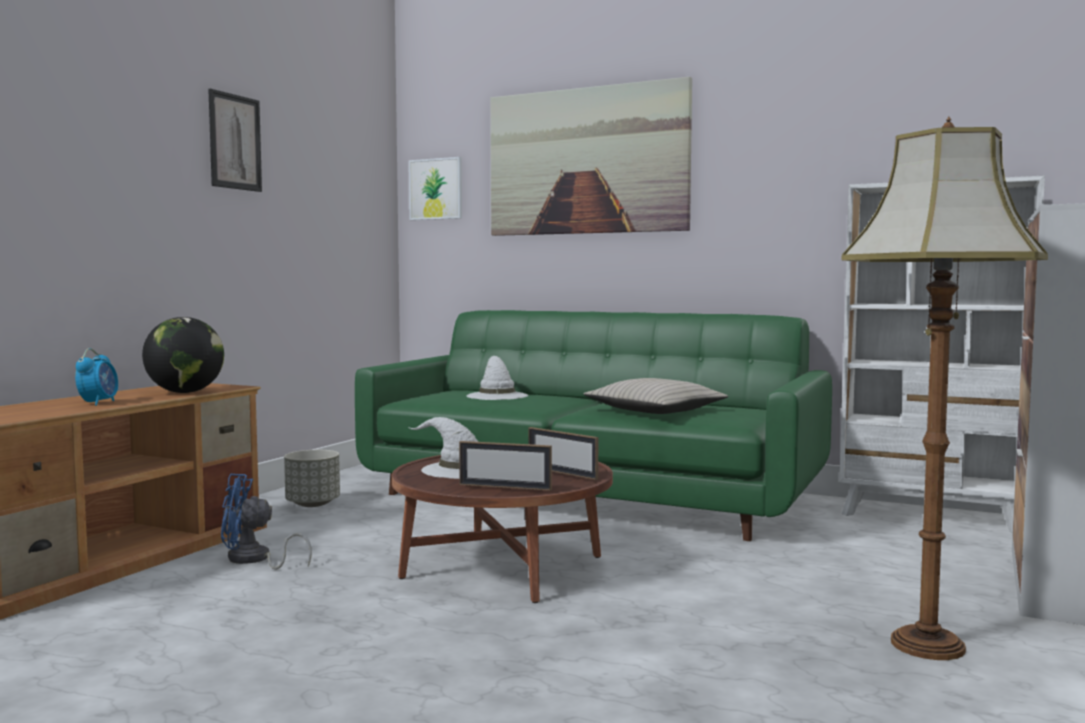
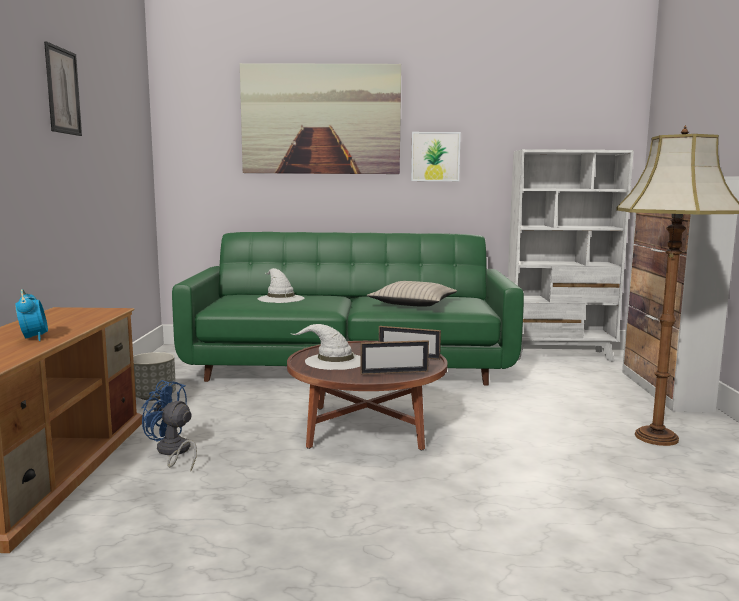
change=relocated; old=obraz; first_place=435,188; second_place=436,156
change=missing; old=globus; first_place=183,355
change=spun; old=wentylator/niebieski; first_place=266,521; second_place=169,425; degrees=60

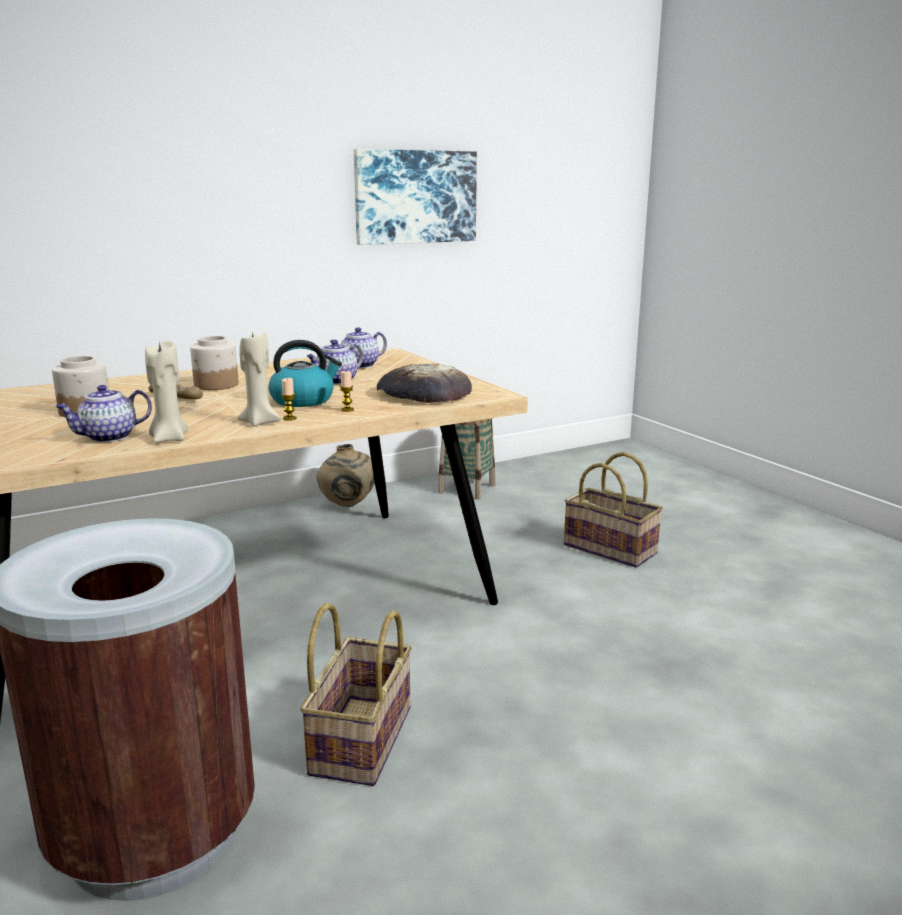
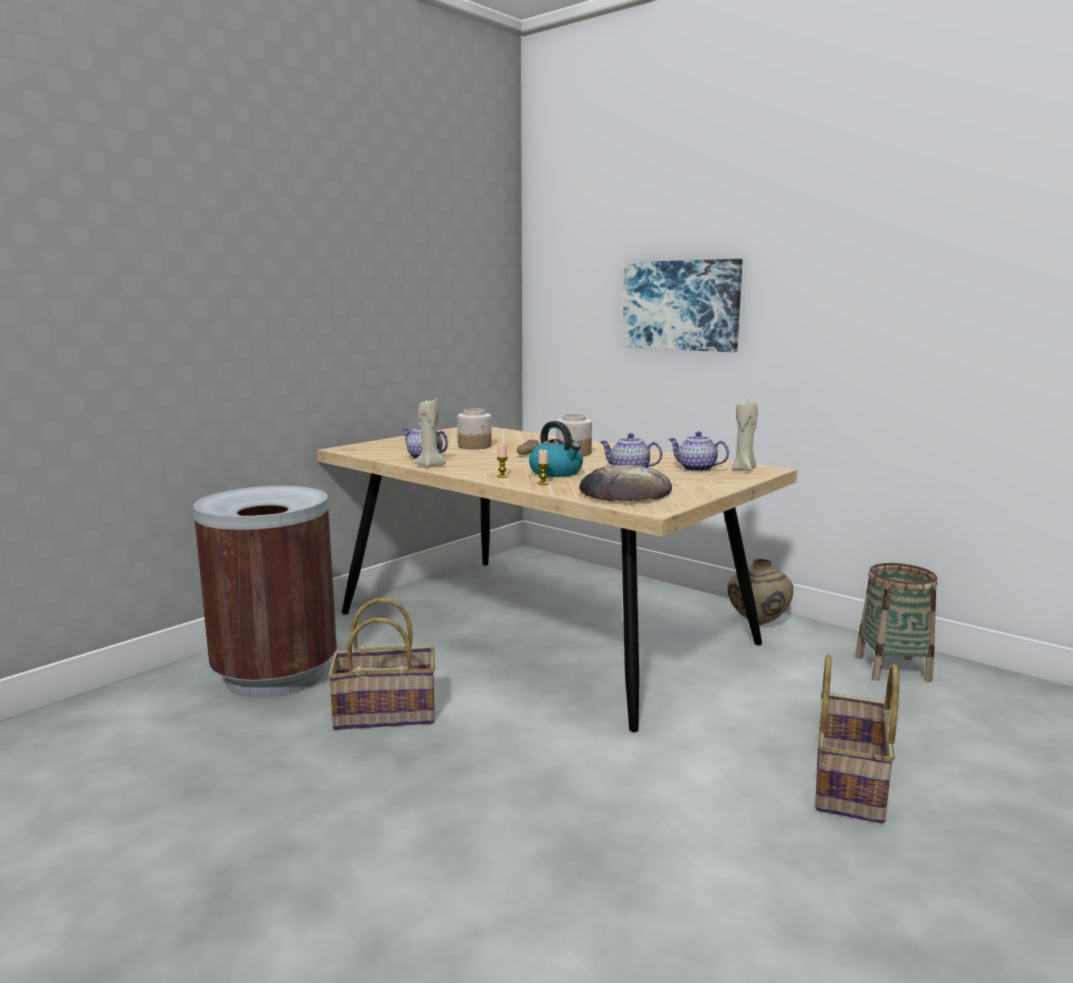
change=relocated; old=obraz; first_place=415,197; second_place=682,305
change=relocated; old=świeca/beżowy; first_place=259,379; second_place=745,435

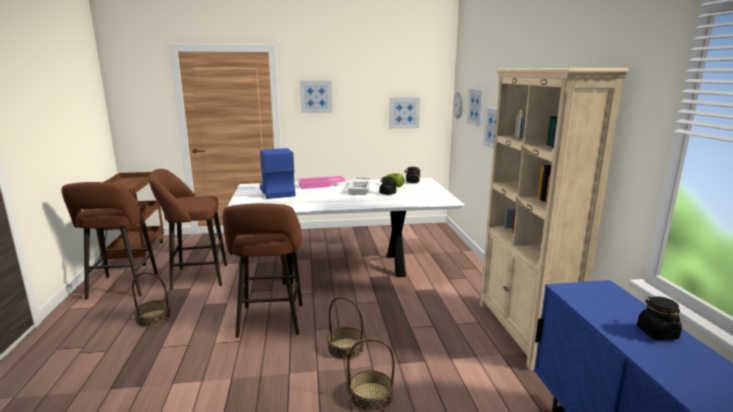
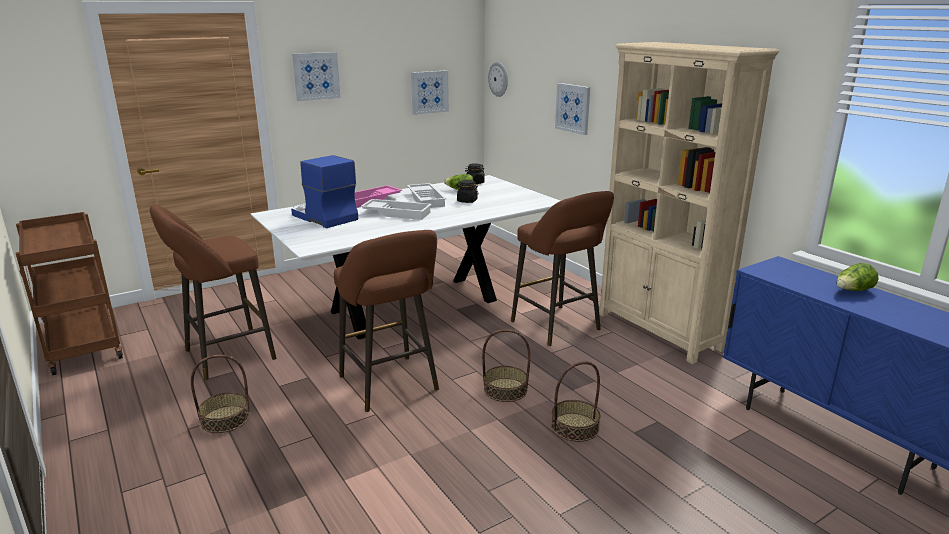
change=missing; old=obraz; first_place=476,108
change=relocated; old=stołek/brązowy; first_place=109,240; second_place=562,268
change=exchanged; old=słoik/czarny; new=sałata; first_place=659,318; second_place=858,277
change=appeared; new=taca/biały; second_place=396,209

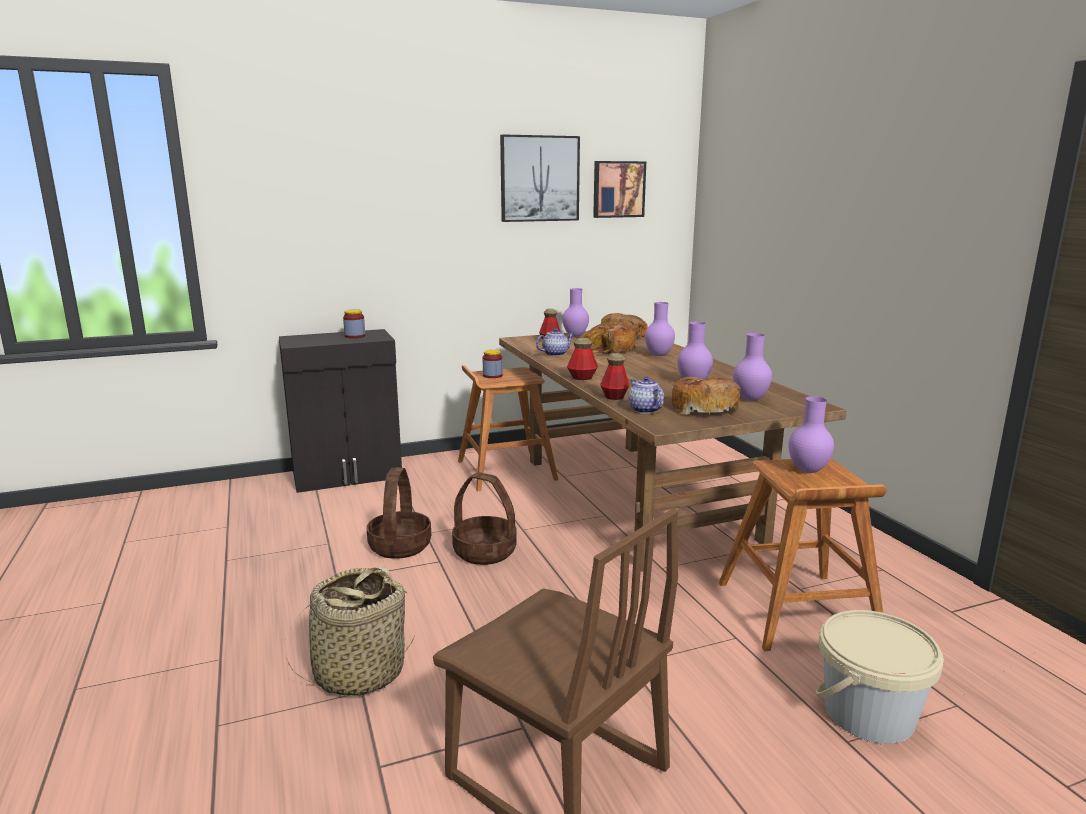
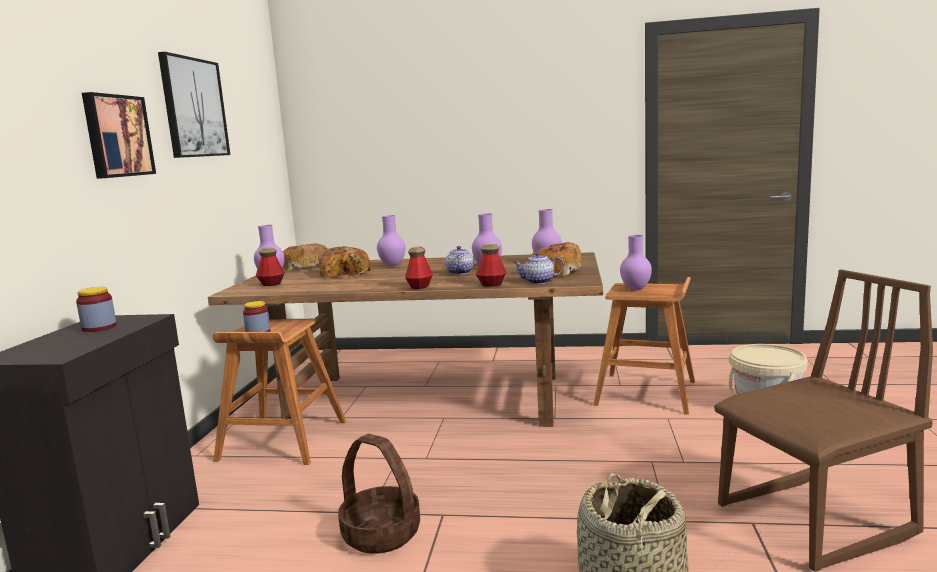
change=relocated; old=obraz; first_place=619,189; second_place=119,135
change=relocated; old=imbryk; first_place=555,342; second_place=459,260
change=missing; old=koszyk; first_place=484,518

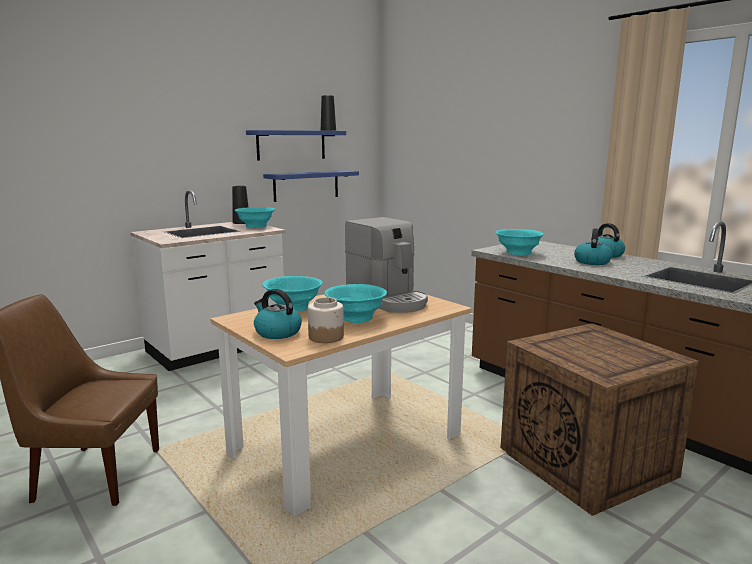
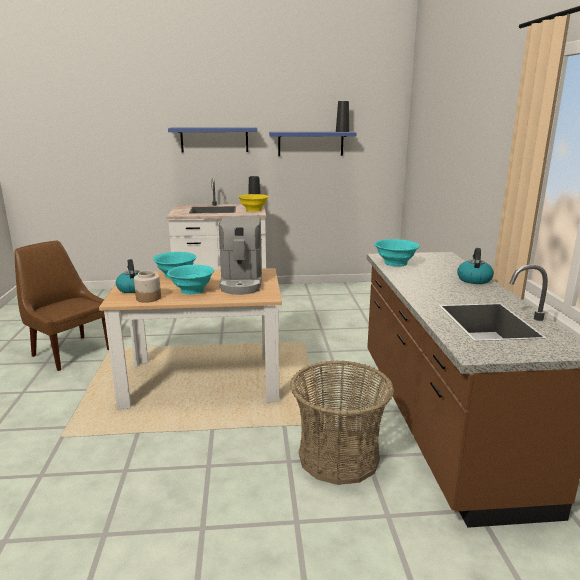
change=relocated; old=półka/niebieski; first_place=311,186; second_place=212,140
change=colour; old=miska/turkusowy; new=miska/żółty; first_place=255,217; second_place=253,202
change=missing; old=czajnik; first_place=593,246
change=exchanged; old=skrzynka; new=koszyk; first_place=600,419; second_place=342,422

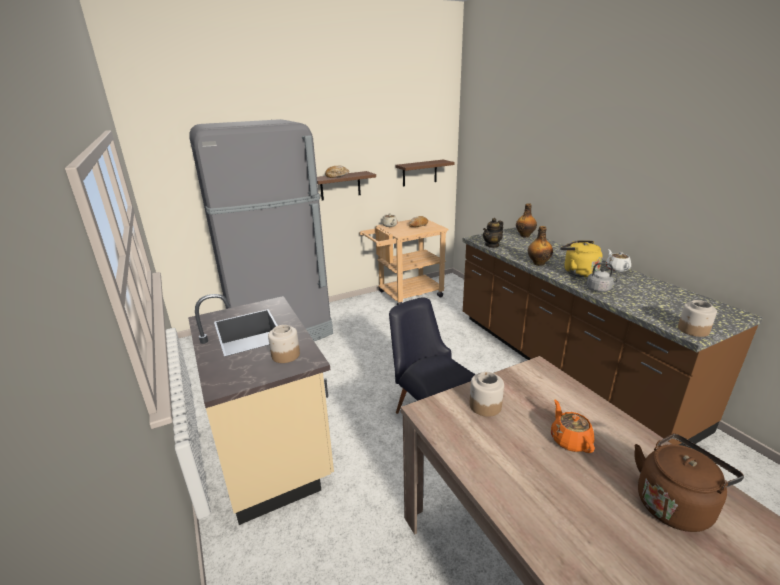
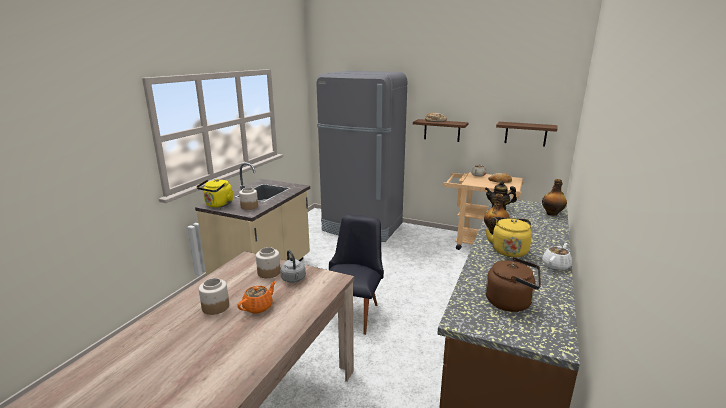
change=relocated; old=czajnik/szary; first_place=604,277; second_place=293,266
change=relocated; old=słoik; first_place=697,318; second_place=214,296
change=relocated; old=czajnik/brązowy; first_place=689,482; second_place=513,284
change=appeared; new=czajnik/żółty; second_place=214,193

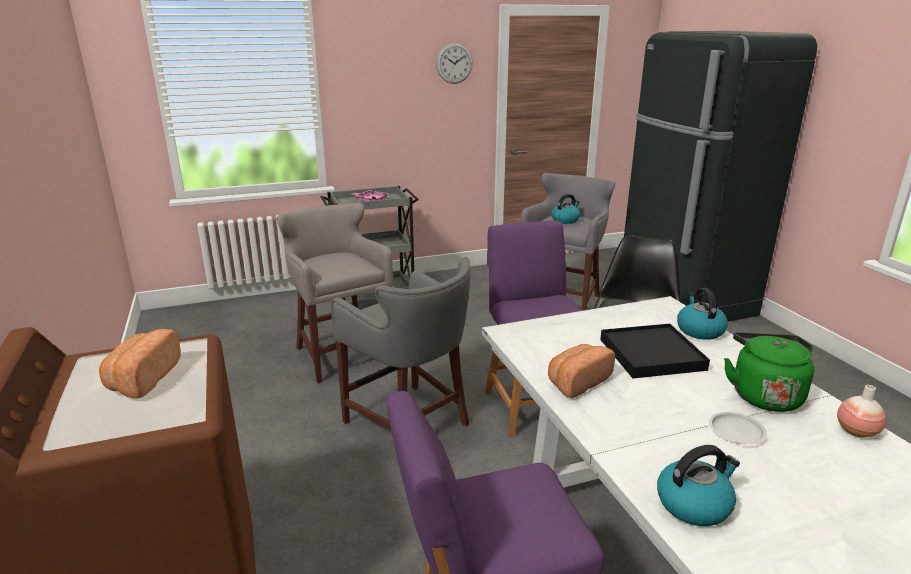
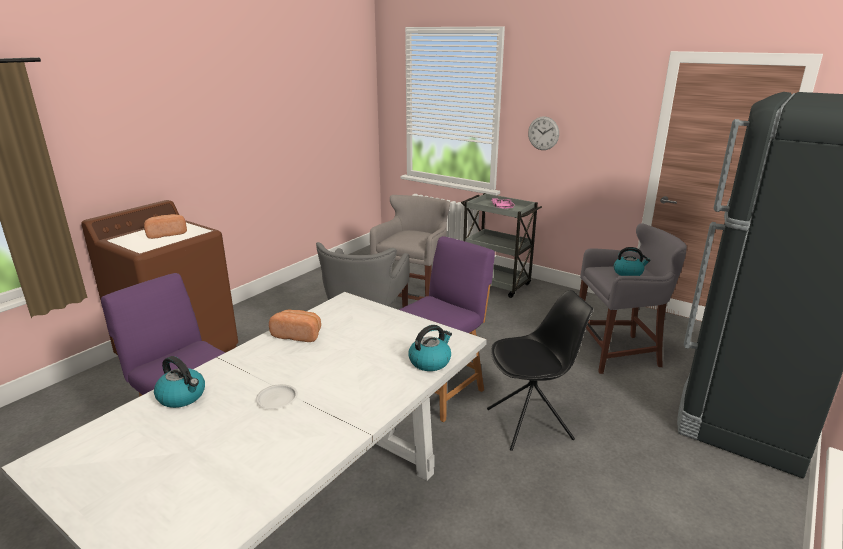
change=relocated; old=zegar ścienny; first_place=454,63; second_place=543,133
change=missing; old=taca/czarny; first_place=655,351
change=missing; old=czajnik/zielony; first_place=769,372
change=missing; old=wazon; first_place=861,411

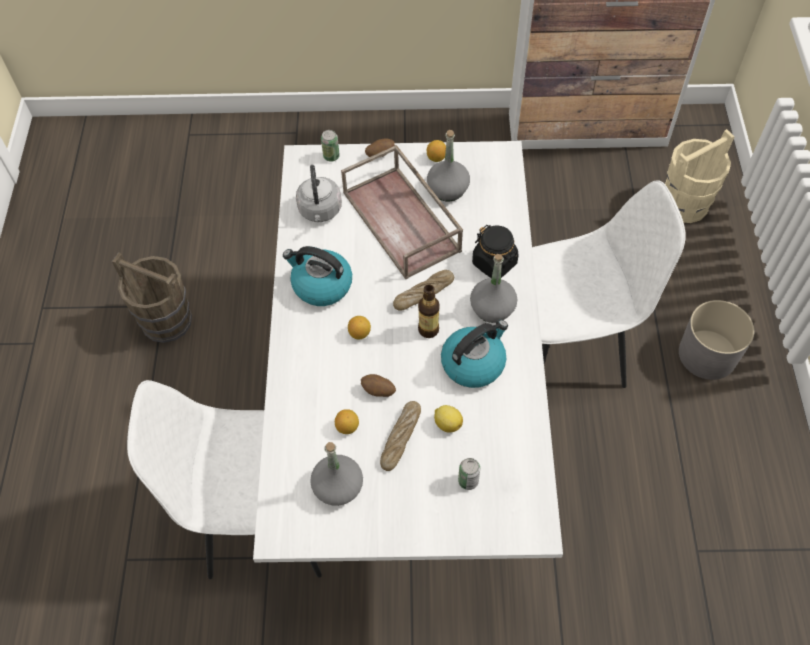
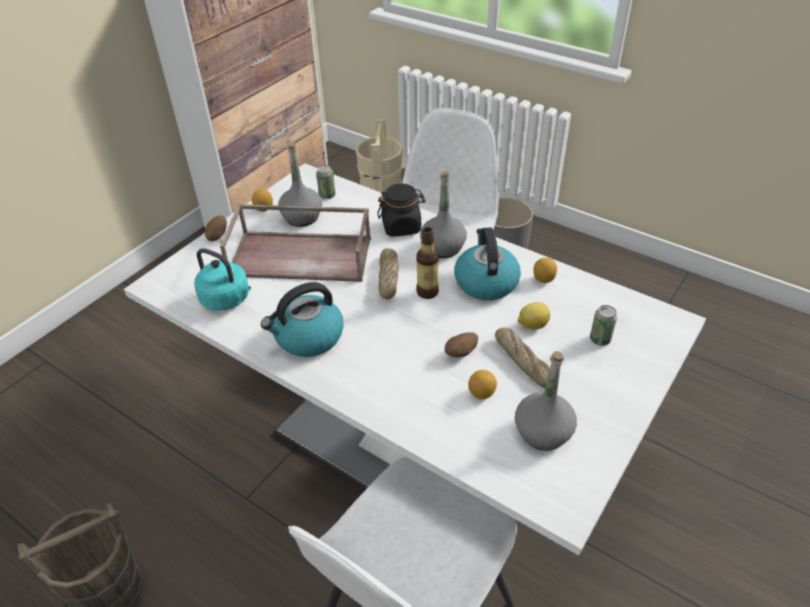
change=relocated; old=puszka; first_place=330,146; second_place=326,182
change=colour; old=czajnik/szary; new=czajnik/turkusowy; first_place=319,193; second_place=222,279
change=relocated; old=cytryna; first_place=359,327; second_place=545,270

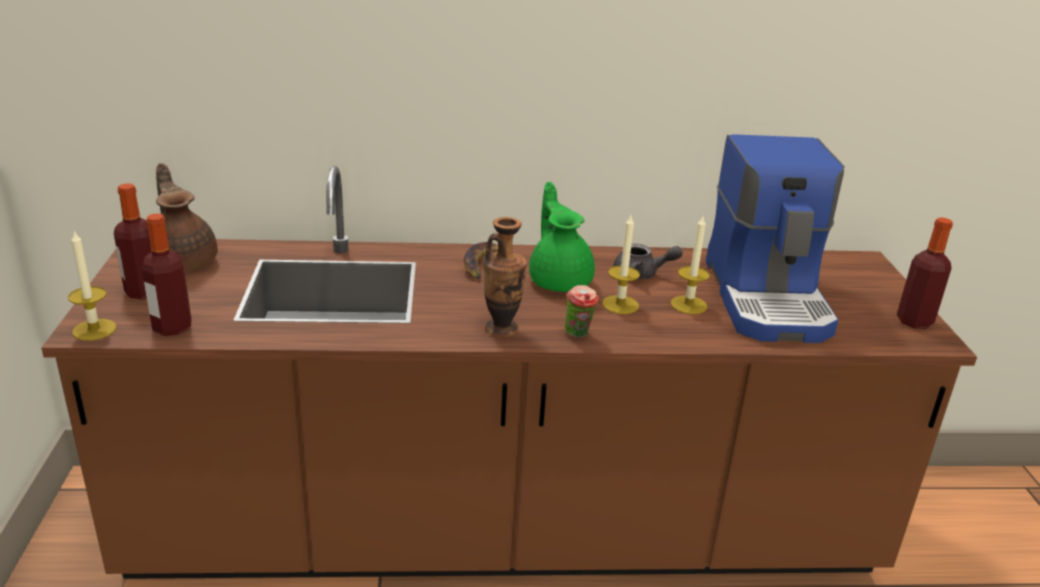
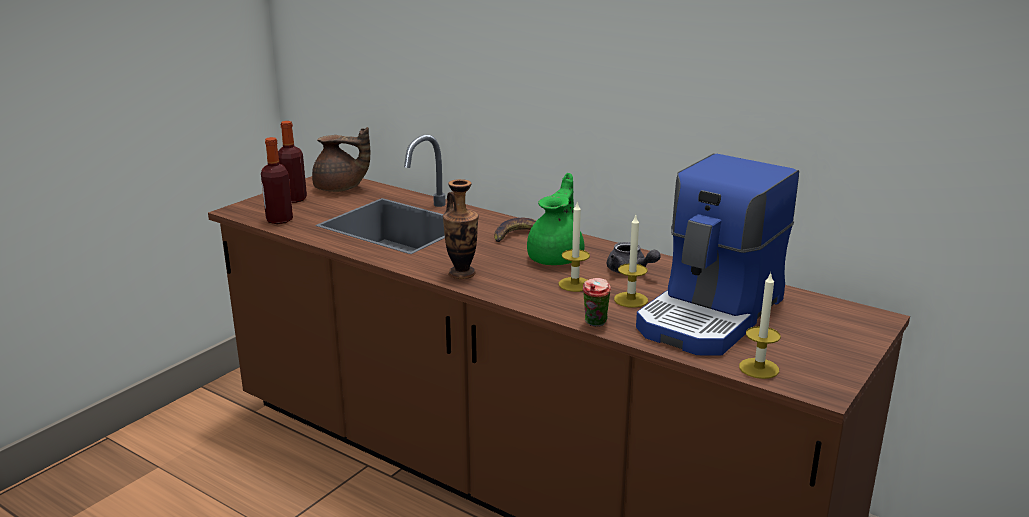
change=spun; old=imbryk/brązowy; first_place=187,217; second_place=341,159; degrees=90
change=missing; old=butelka; first_place=925,273
change=relocated; old=świeca; first_place=92,285; second_place=760,326
change=relocated; old=filiżanka; first_place=582,311; second_place=596,302

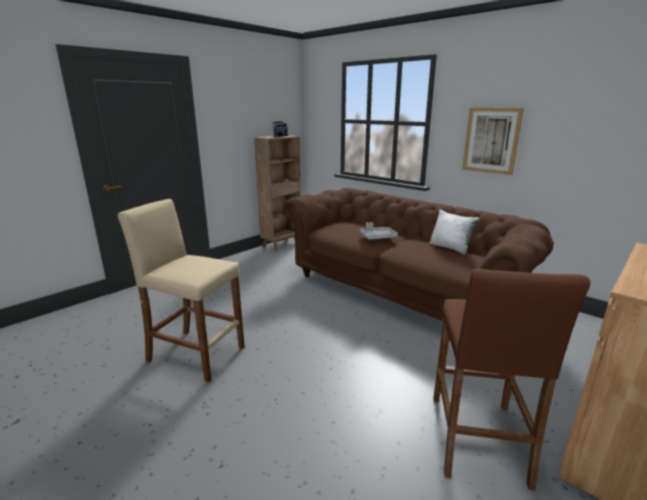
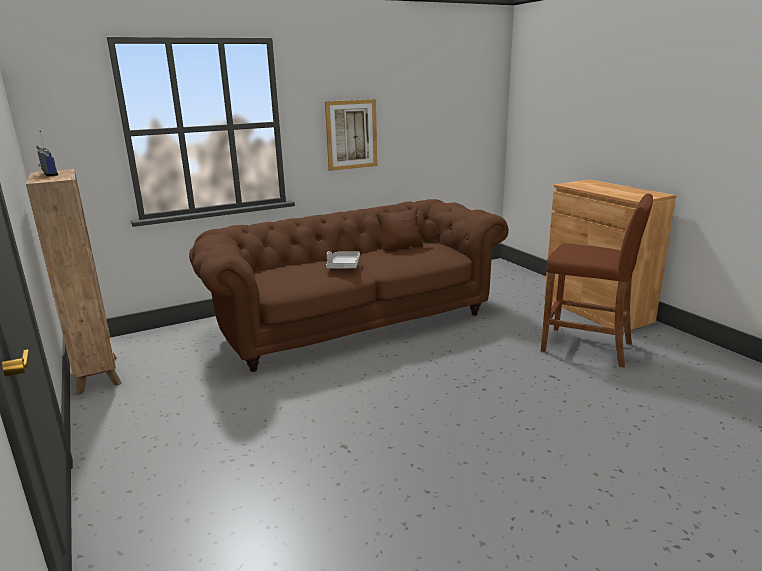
change=missing; old=stołek/beżowy; first_place=181,290
change=colour; old=poduszka/biały; new=poduszka/brązowy; first_place=454,232; second_place=400,229

